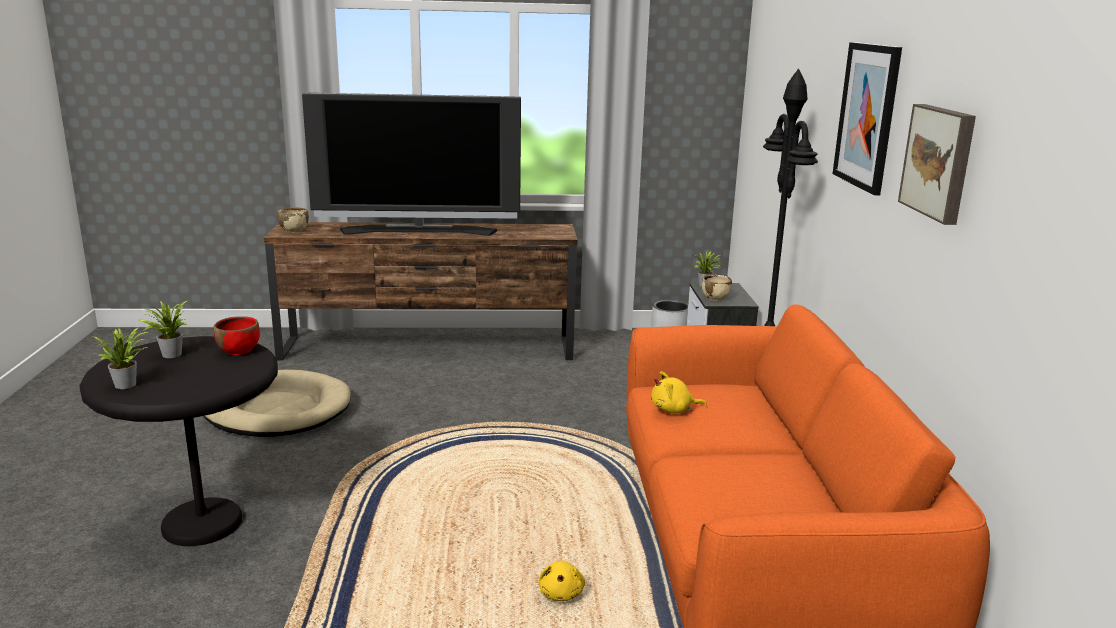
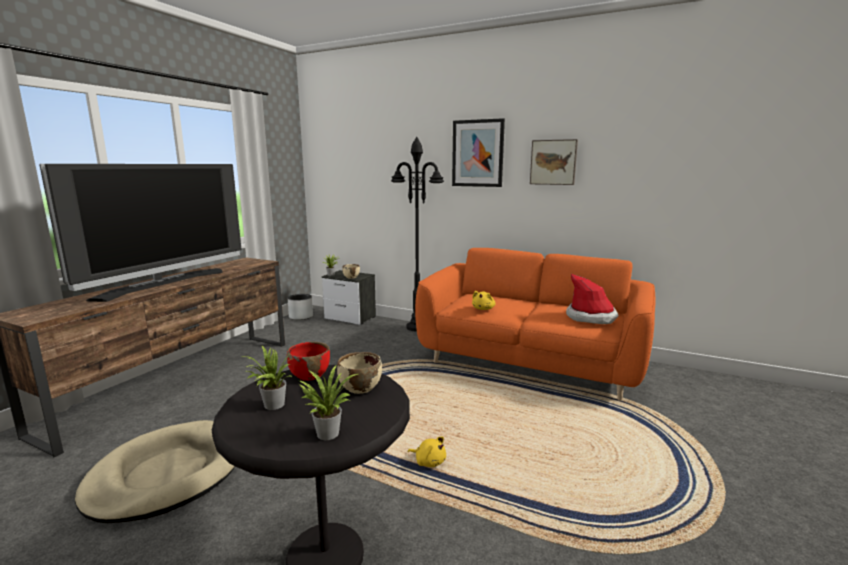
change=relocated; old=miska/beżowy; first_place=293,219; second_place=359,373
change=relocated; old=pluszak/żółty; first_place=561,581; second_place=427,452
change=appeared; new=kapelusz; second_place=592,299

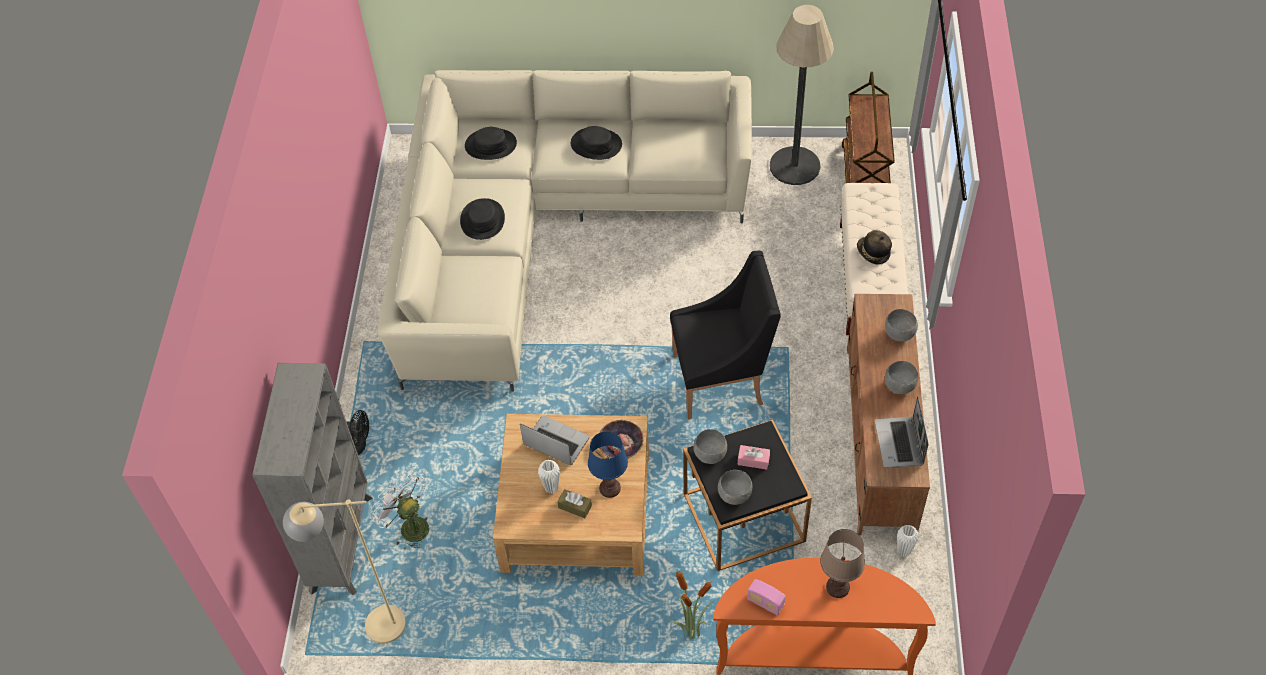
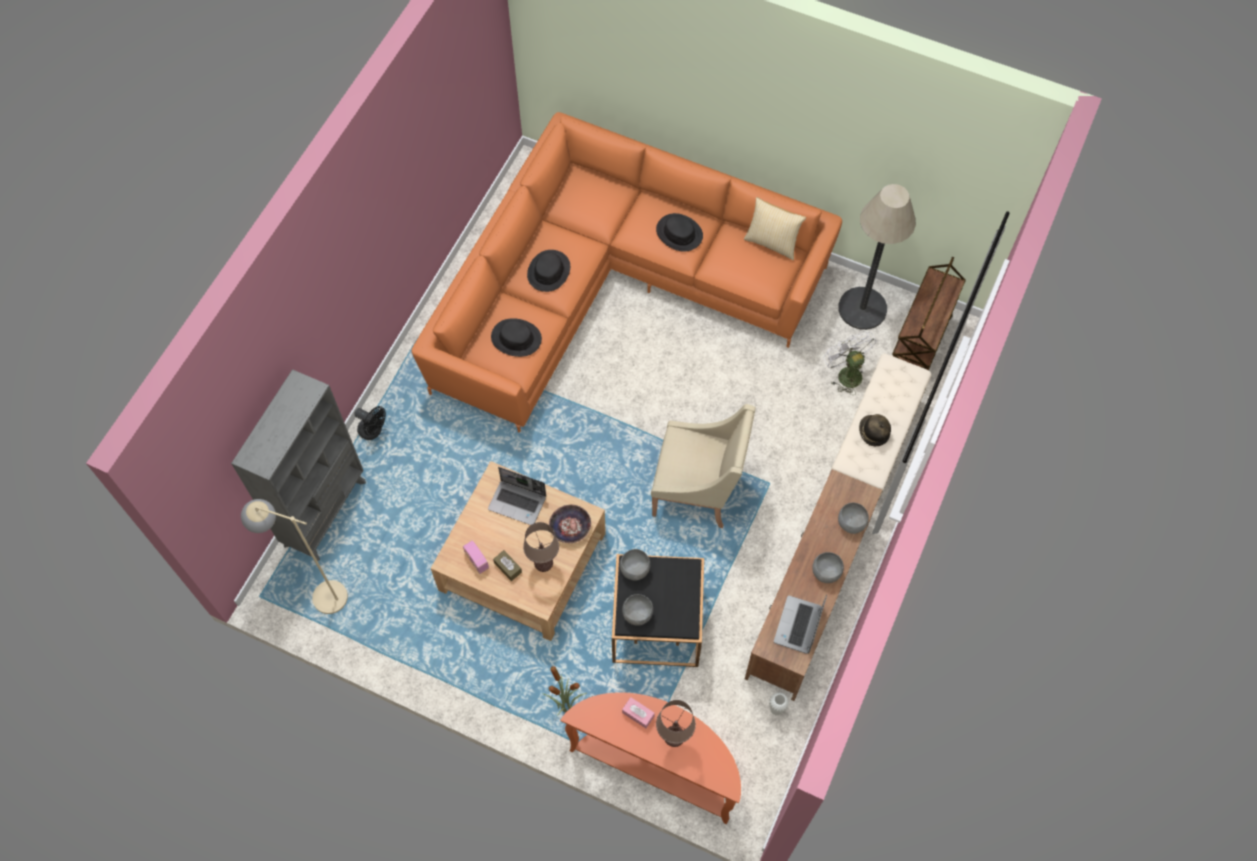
change=colour; old=kanapa/beżowy; new=kanapa/pomarańczowy; first_place=565,231; second_place=626,272
change=relocated; old=kapelusz/czarny; first_place=491,143; second_place=516,337
change=colour; old=fotel/czarny; new=fotel/beżowy; first_place=725,335; second_place=703,466
change=spun; old=laptop; first_place=554,440; second_place=517,496; degrees=150
change=colour; old=lampa stołowa/niebieski; new=lampa stołowa/brązowy; first_place=608,465; second_place=541,547
change=relocated; old=pudełko chusteczek/różowy; first_place=754,457; second_place=638,712
change=missing; old=wazon/biały; first_place=549,476
change=relocated; old=wentylator/biały; first_place=399,510; second_place=850,363
change=relocated; old=radio; first_place=766,597; second_place=476,557
change=appeared; new=poduszka; second_place=775,228

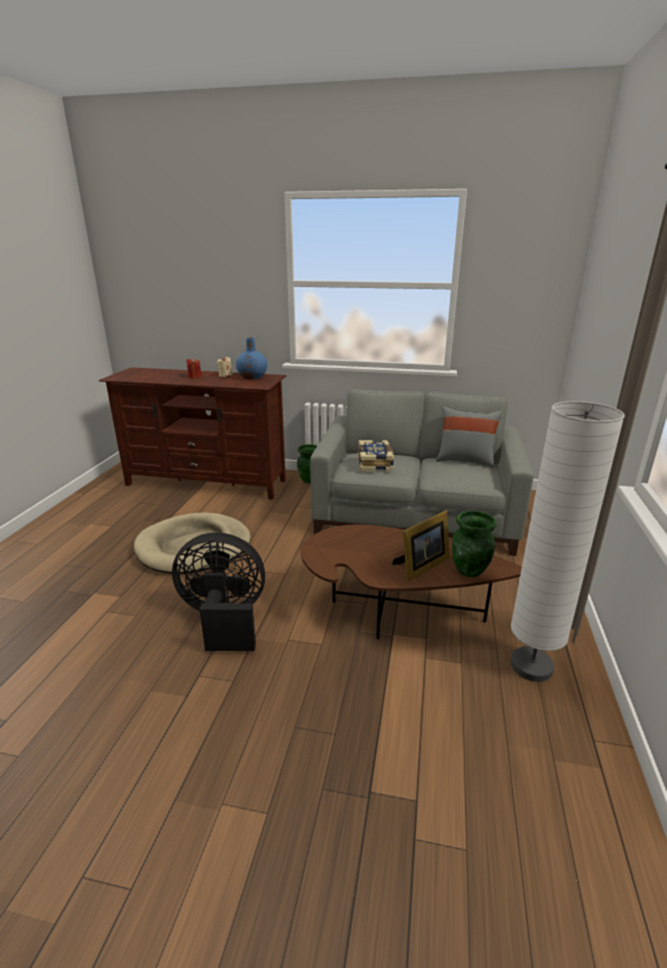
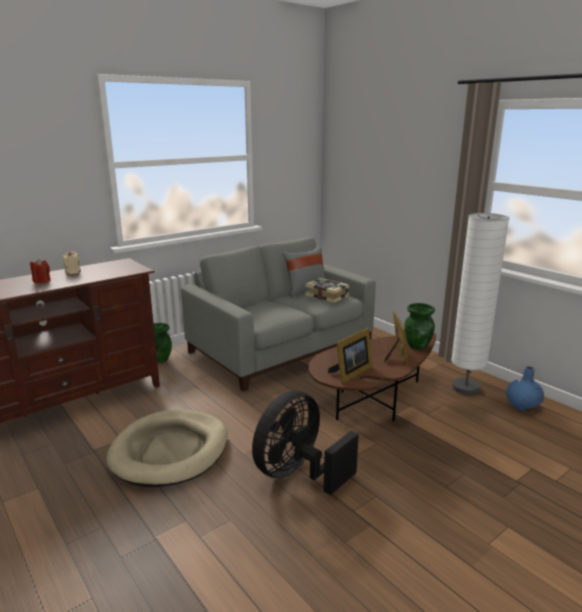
change=relocated; old=wazon/niebieski; first_place=251,358; second_place=525,388
change=relocated; old=książka; first_place=376,455; second_place=327,290
change=appeared; new=ramka na zdjęcie; second_place=350,356

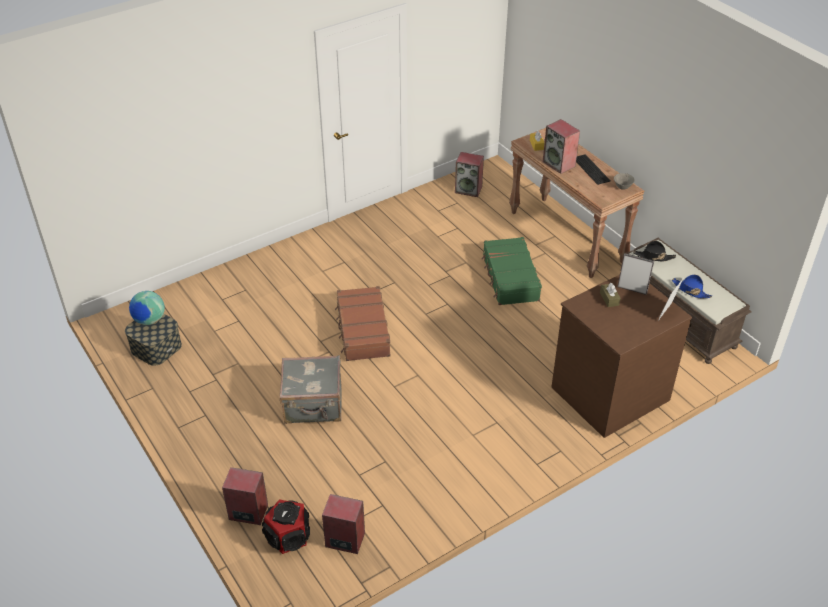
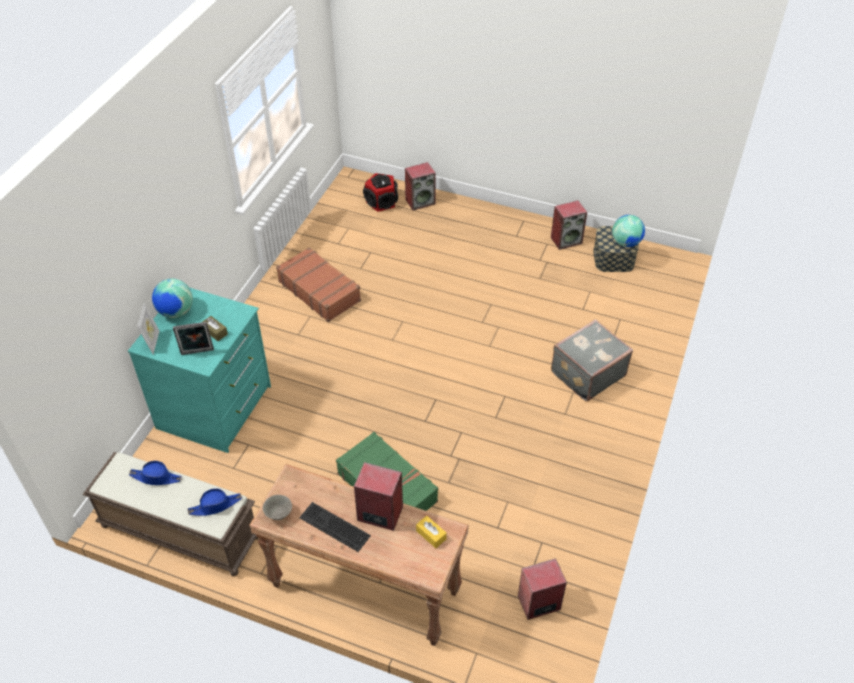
change=colour; old=kapelusz/czarny; new=kapelusz/niebieski; first_place=654,251; second_place=215,502
change=colour; old=komoda/brązowy; new=komoda/turkusowy; first_place=621,356; second_place=199,370
change=relocated; old=walizka/brązowy; first_place=363,323; second_place=318,284
change=relocated; old=walizka/szary; first_place=311,389; second_place=592,360
change=relocated; old=głośnik; first_place=343,524; second_place=569,225
change=appeared; new=globus; second_place=172,298

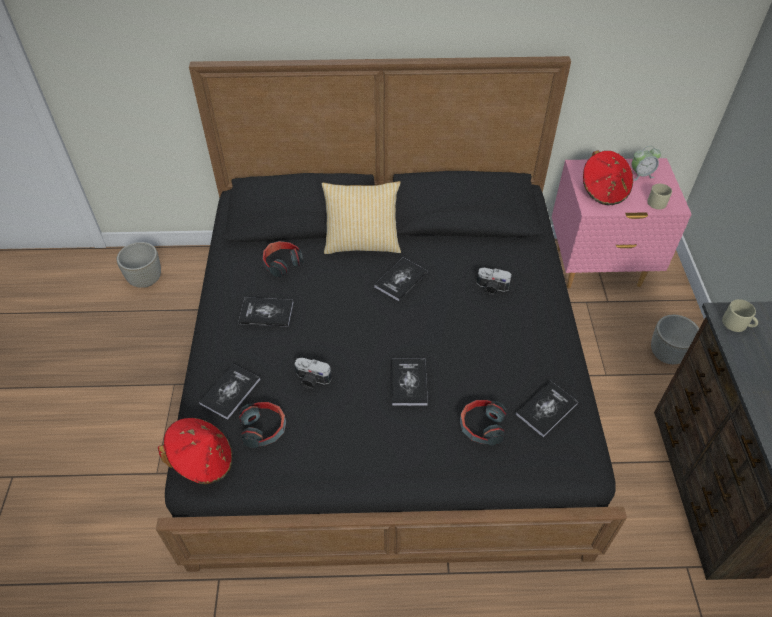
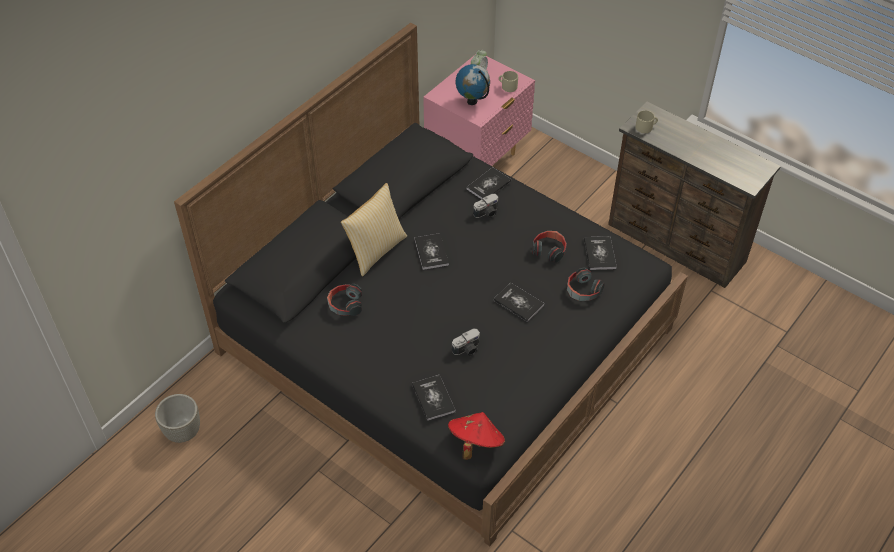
change=exchanged; old=kapelusz/czerwony; new=globus; first_place=608,177; second_place=473,84
change=relocated; old=książka; first_place=266,312; second_place=489,183
change=missing; old=donica/szary; first_place=675,339
change=relocated; old=słuchawki; first_place=262,425; second_place=549,247

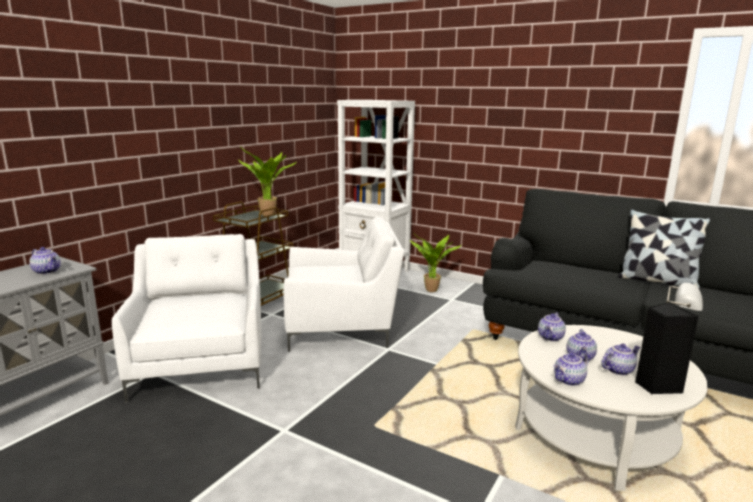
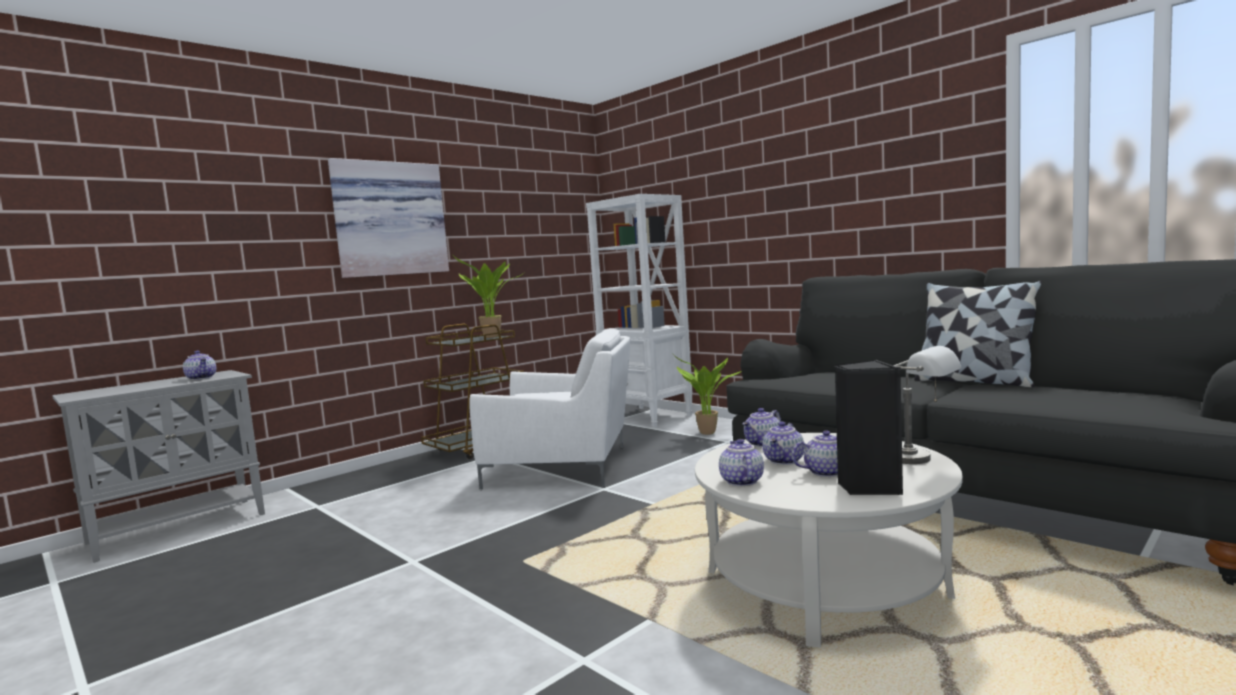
change=missing; old=fotel/biały; first_place=186,318
change=spun; old=imbryk; first_place=571,369; second_place=741,462; degrees=105
change=appeared; new=obraz; second_place=388,218

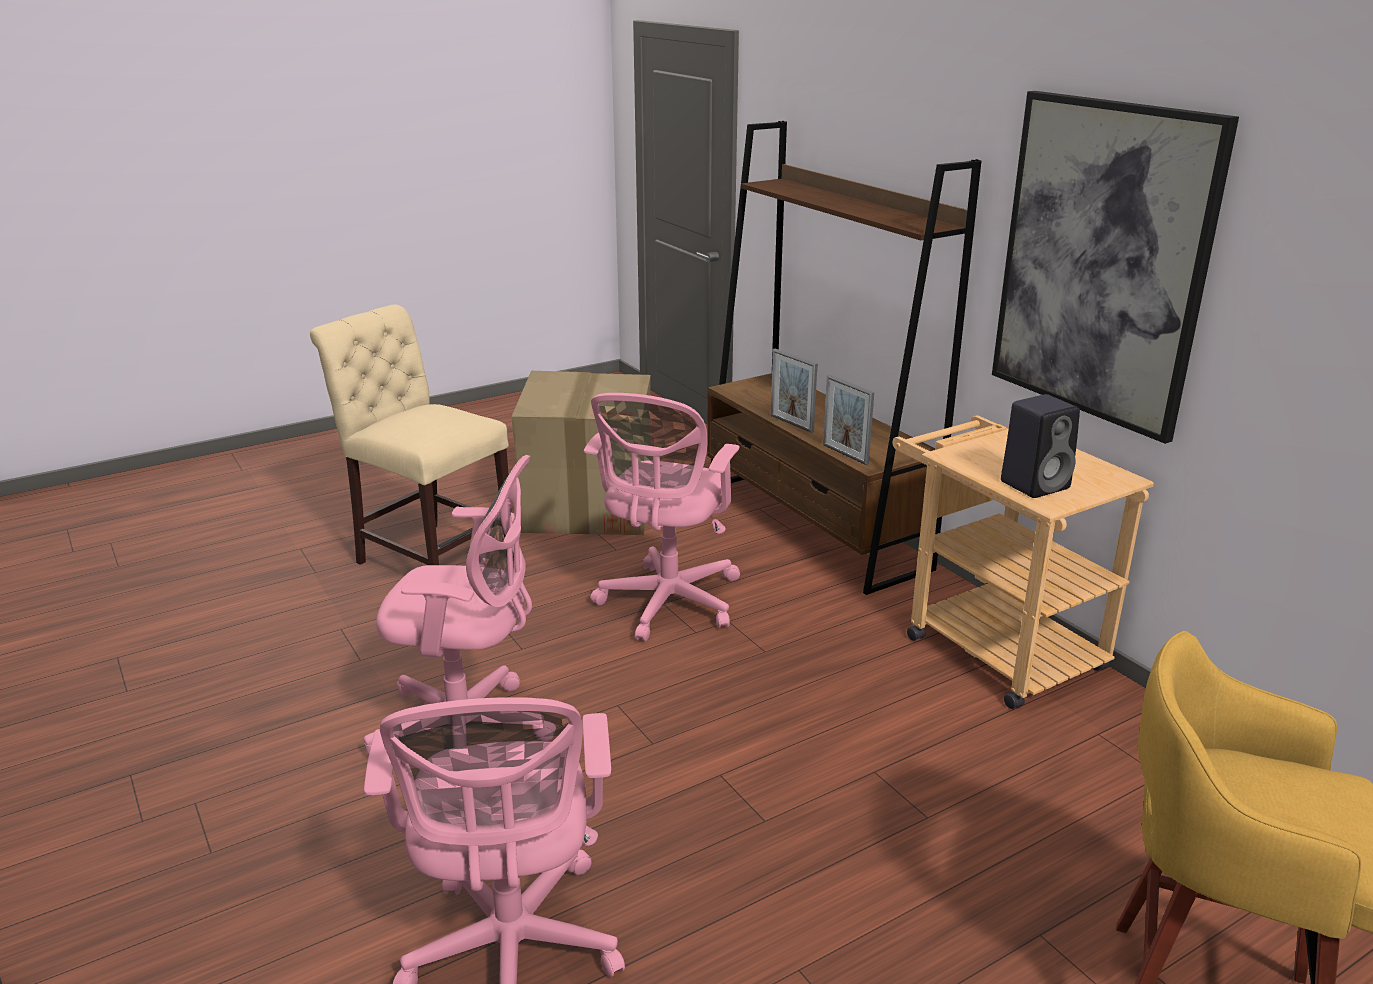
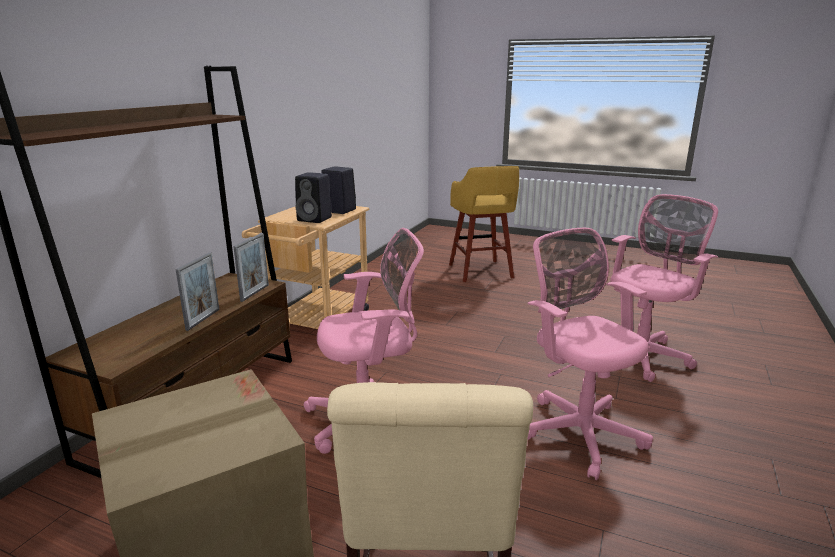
change=missing; old=obraz; first_place=1115,267
change=appeared; new=głośnik/czarny; second_place=313,197

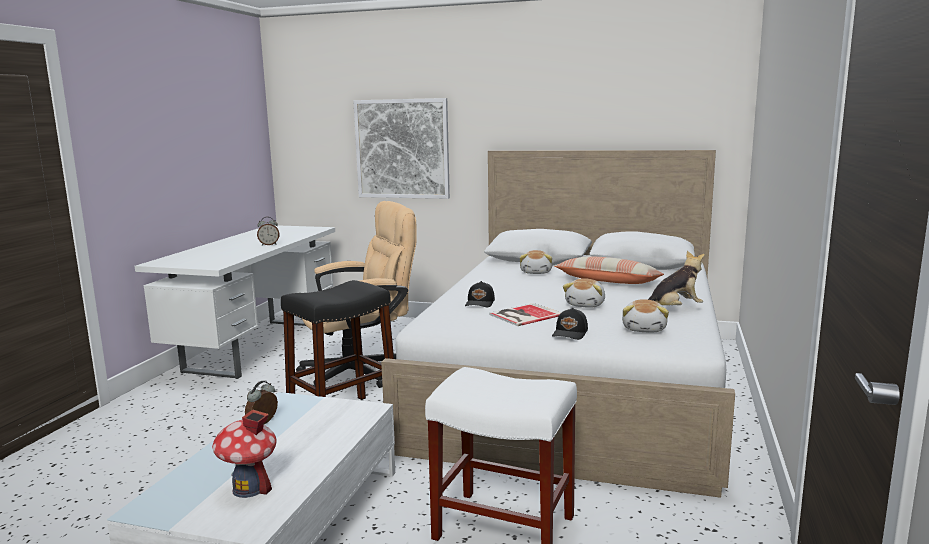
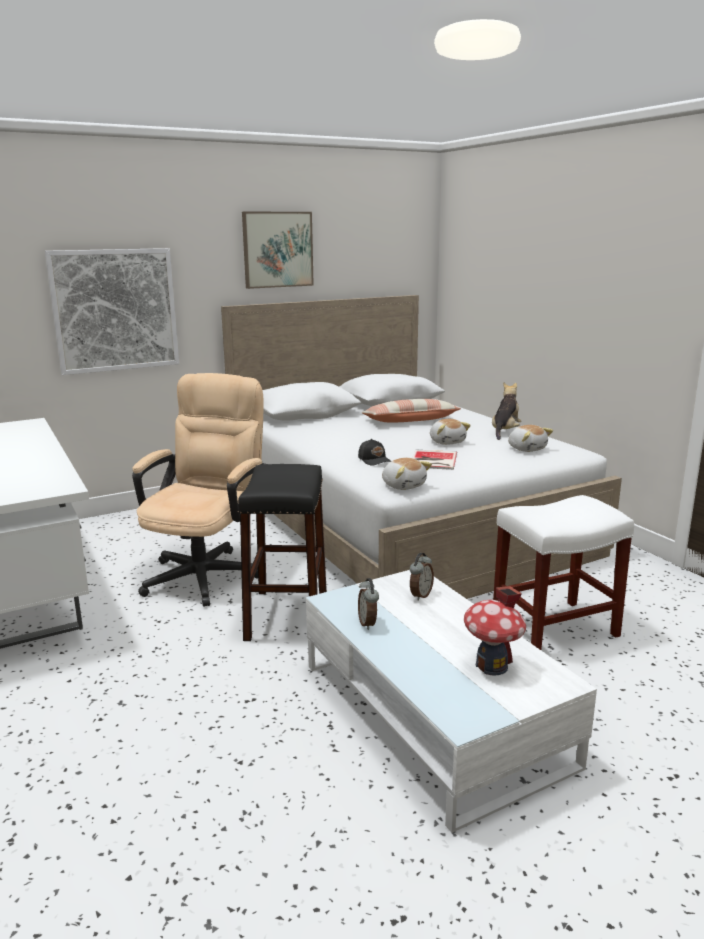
change=relocated; old=budzik; first_place=268,231; second_place=422,577
change=relocated; old=pluszak; first_place=535,262; second_place=407,474
change=missing; old=czapka z daszkiem/czarny; first_place=570,324
change=appeared; new=obraz; second_place=278,250

